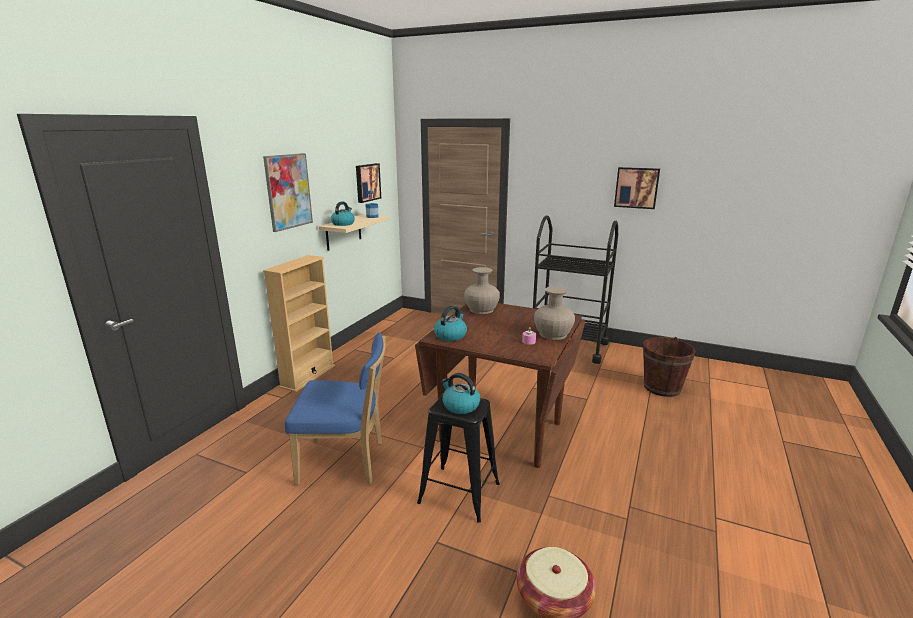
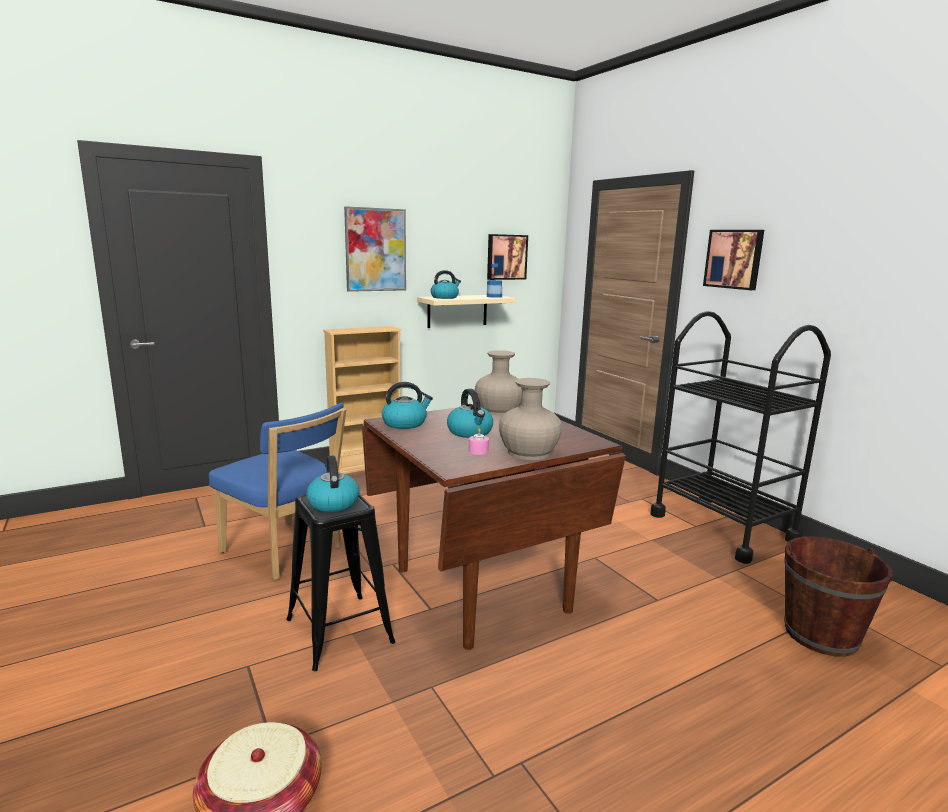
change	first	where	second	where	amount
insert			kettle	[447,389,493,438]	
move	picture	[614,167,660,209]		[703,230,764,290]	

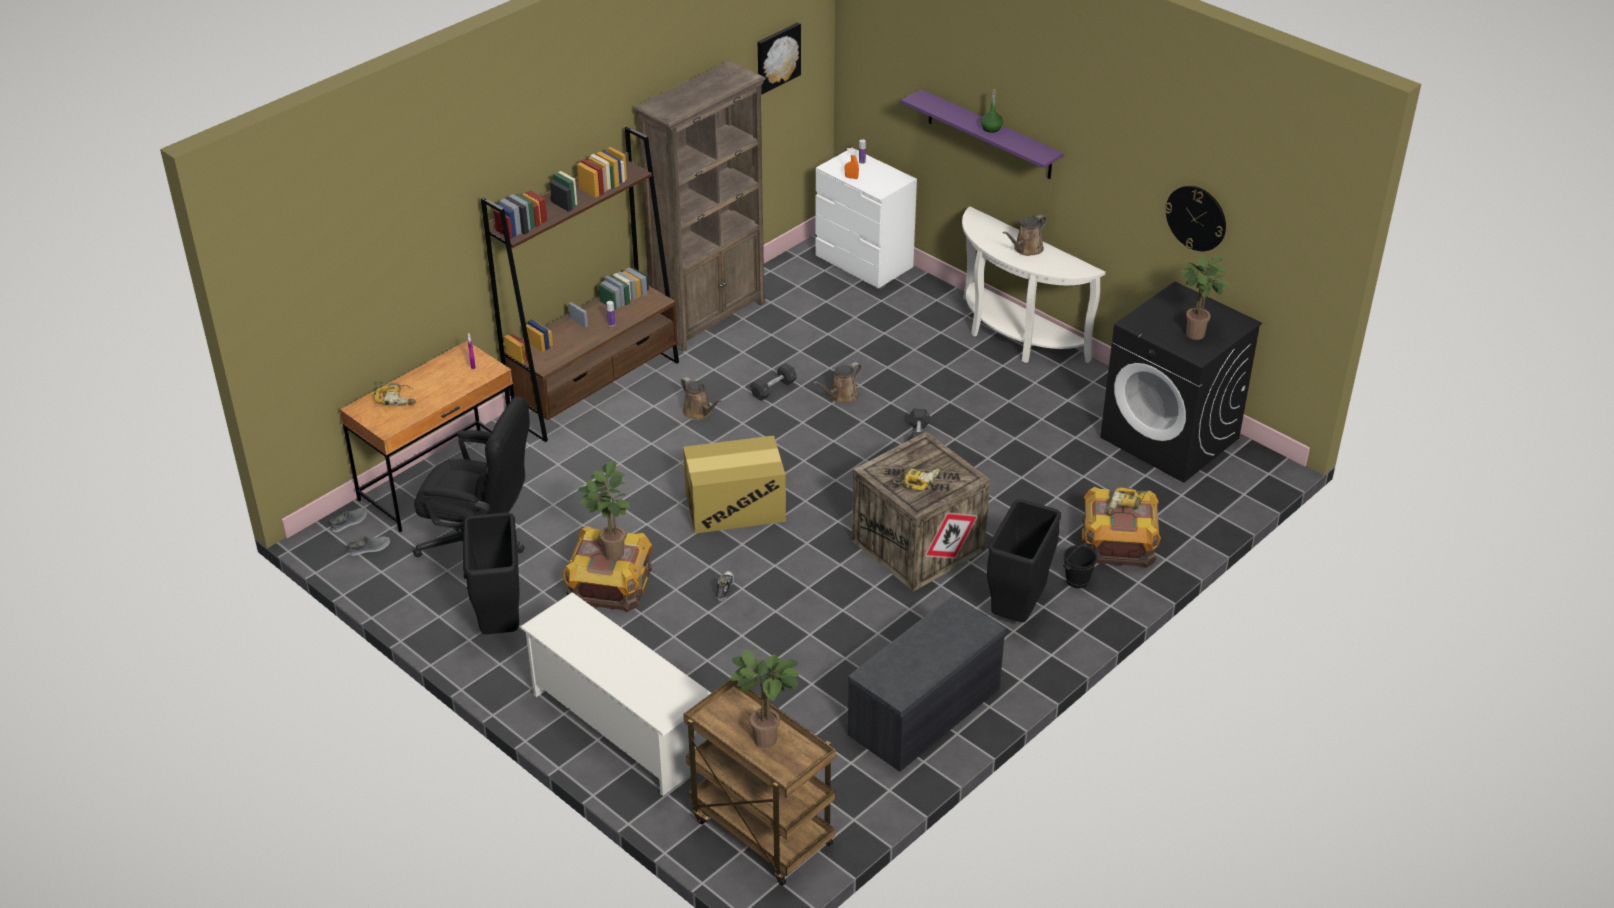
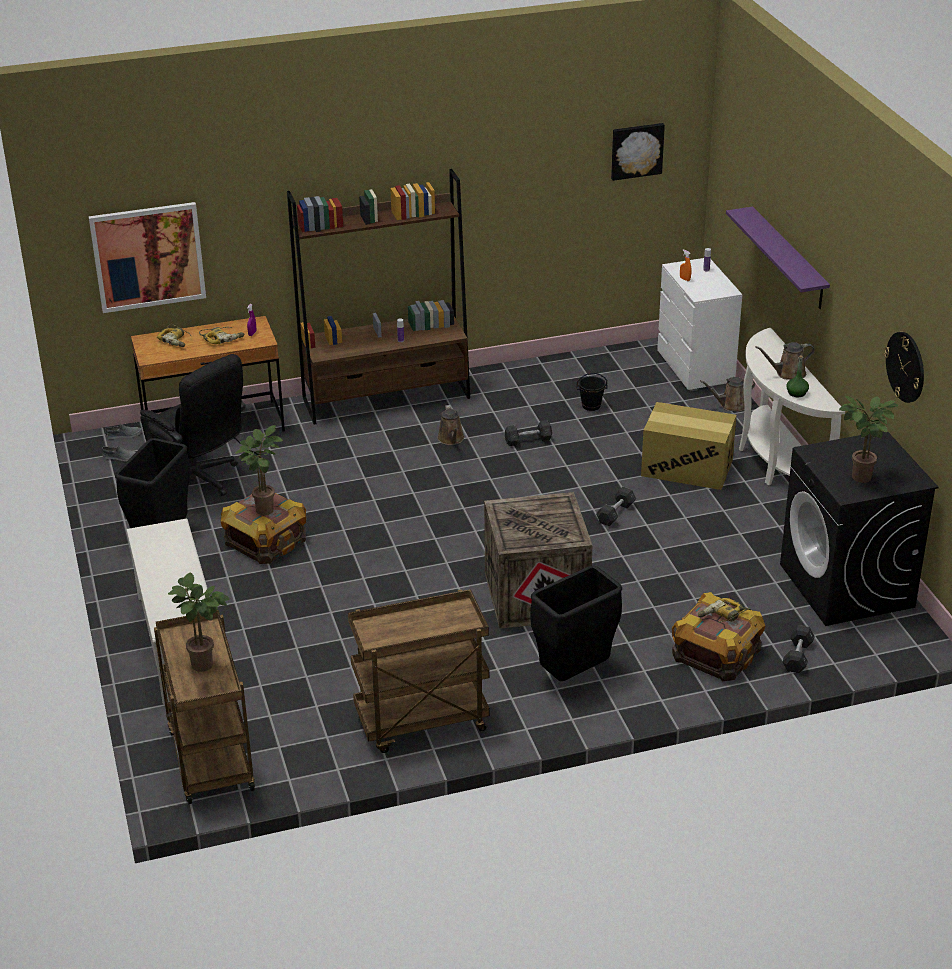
change	first	where	second	where	amount
delete	bookcase/brown	[634,61,766,352]			
delete	shoe	[716,571,734,601]			
insert			picture	[88,202,206,313]	
insert			dumbbell/grey	[783,625,815,673]	
move	cardboard box	[683,435,786,534]		[641,402,737,490]	
move	watering can/brown	[813,362,862,404]		[700,377,755,412]	
move	power drill	[893,462,943,491]		[199,327,245,344]	
move	bottle/green	[981,89,1003,133]		[786,355,809,397]	
move	bucket/black	[1063,543,1097,588]		[576,373,607,411]	
replace	bench/grey	[848,596,1005,772]	cart/brown	[348,589,489,753]	

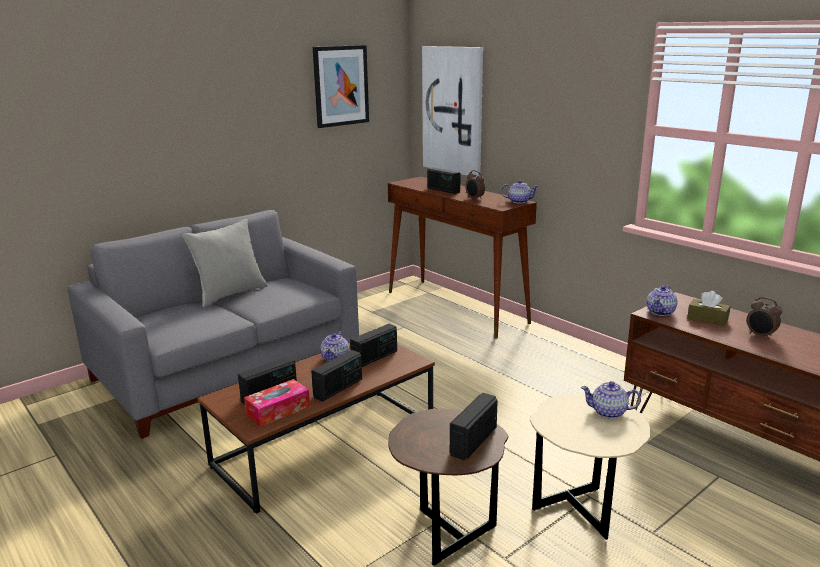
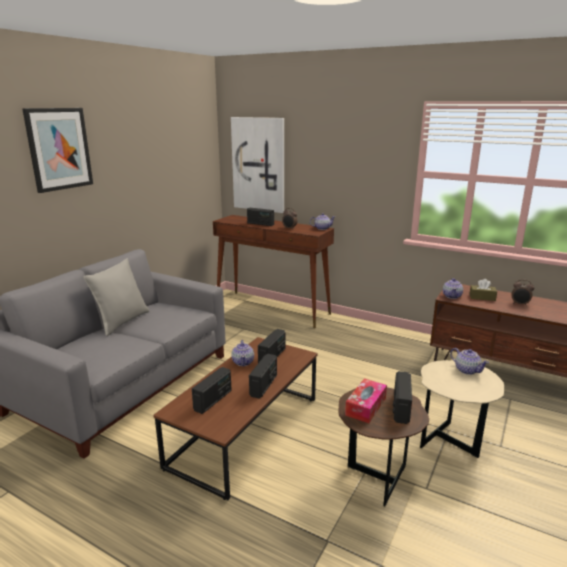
change	first	where	second	where	amount
move	tissue box	[244,379,310,427]		[345,379,387,423]	
move	picture	[313,45,369,128]		[22,108,93,193]	
rotate	teapot	[581,381,641,419]		[450,348,489,375]	120 degrees counterclockwise

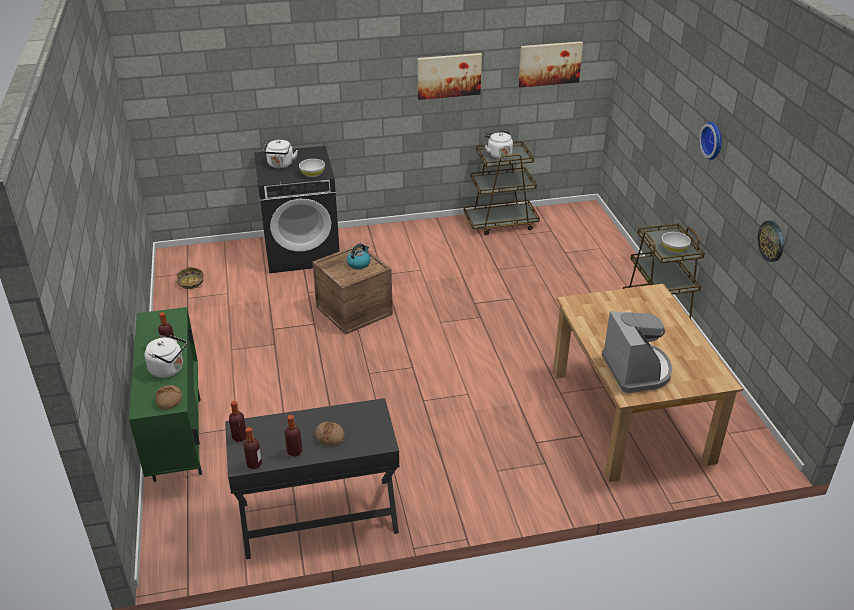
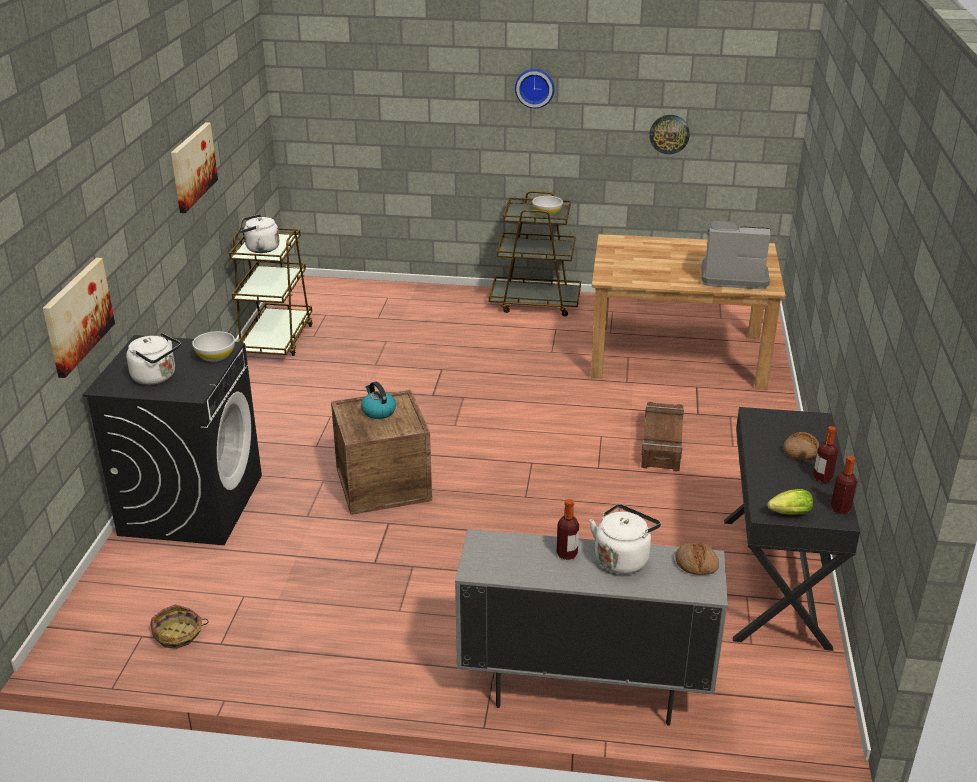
change	first	where	second	where	amount
insert			crate	[641,402,684,472]	
move	picture	[519,41,583,87]		[43,258,115,378]	
replace	bottle	[229,401,247,442]	lettuce	[767,489,813,515]	
recolor	cabinet/green	[129,307,202,482]	cabinet/grey	[455,529,728,726]	

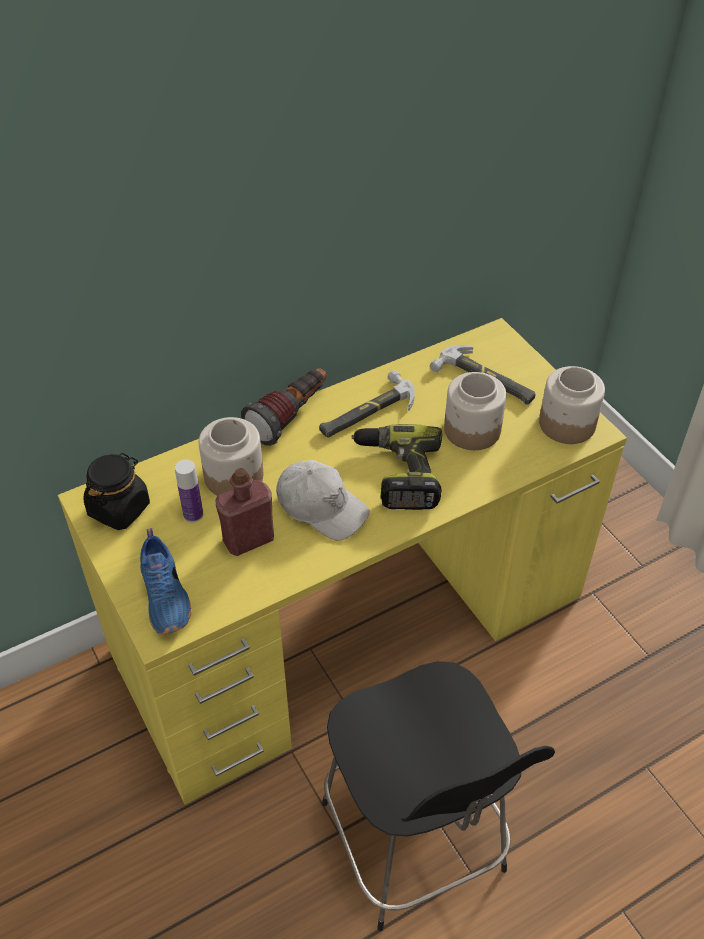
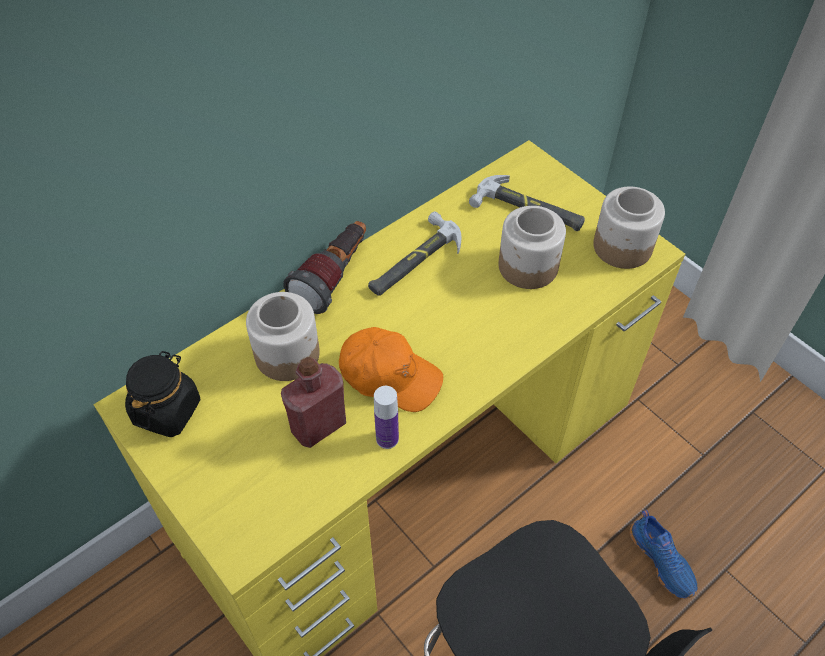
change	first	where	second	where	amount
delete	power drill	[351,424,442,510]			
move	shoe/blue	[140,528,191,635]		[630,510,697,599]	
move	bottle	[175,459,203,522]		[374,386,399,449]	
recolor	cap/white	[276,460,370,540]	cap/orange	[339,327,443,412]	

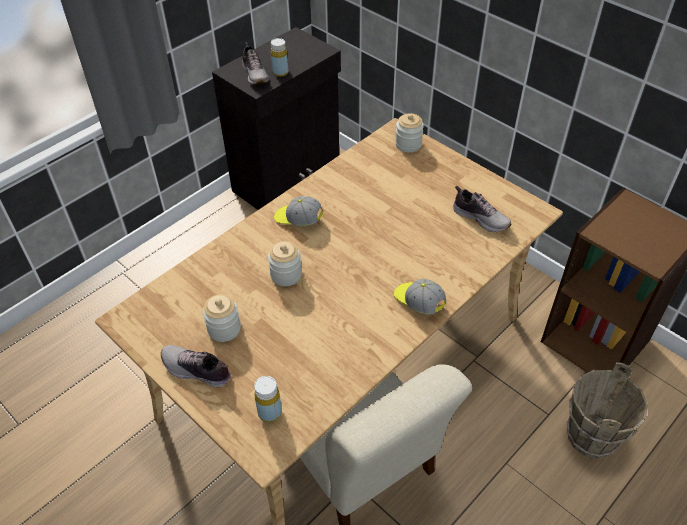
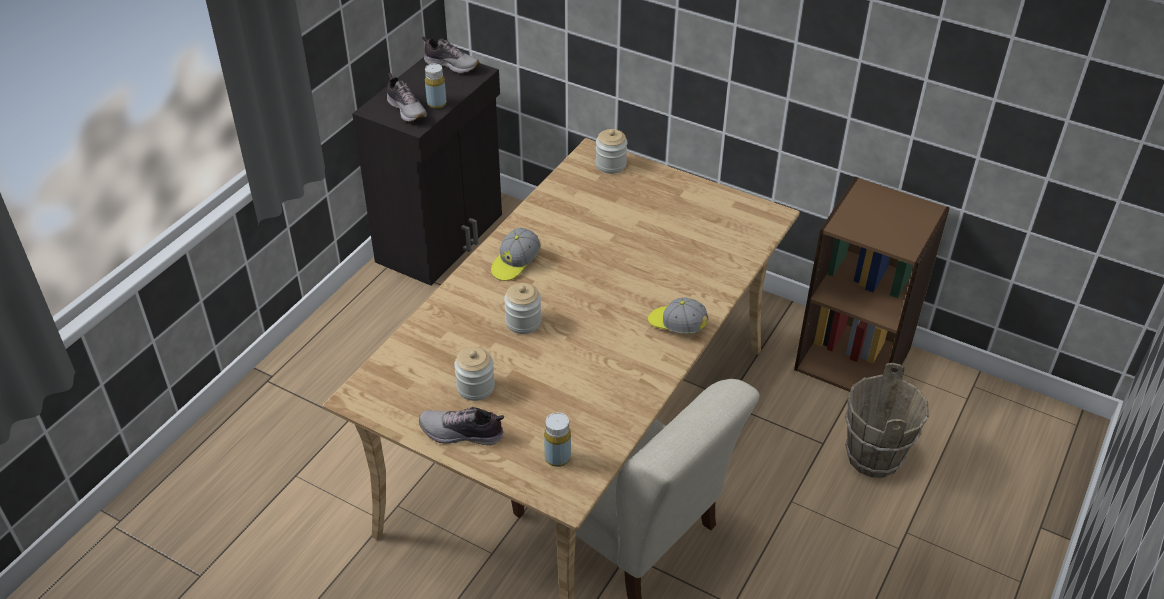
change	first	where	second	where	amount
move	shoe	[453,186,511,232]		[422,36,480,73]	
rotate	cap	[274,196,323,226]		[491,228,541,281]	60 degrees counterclockwise

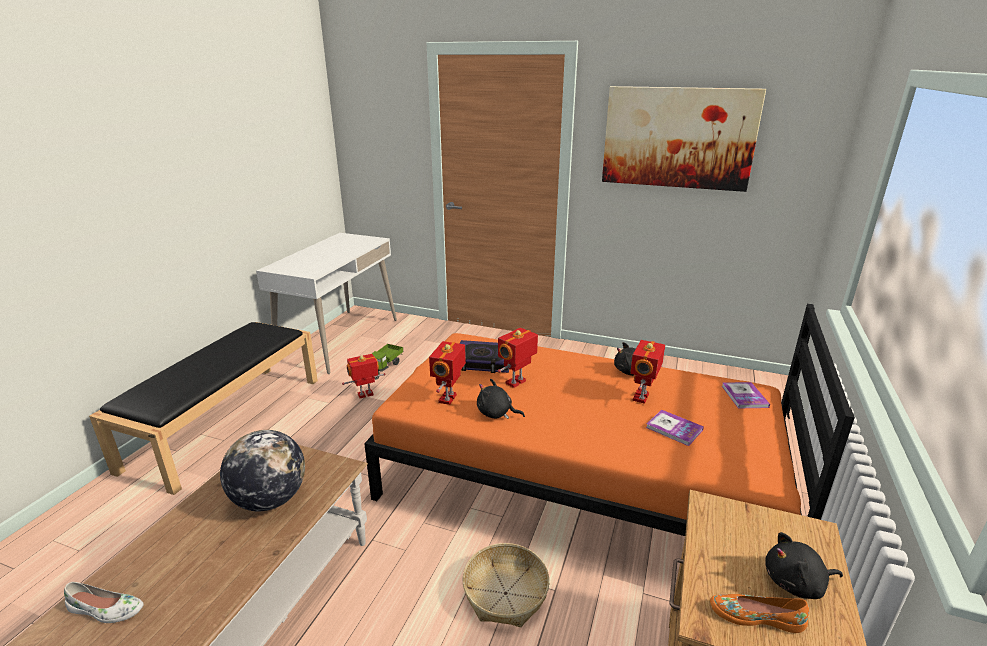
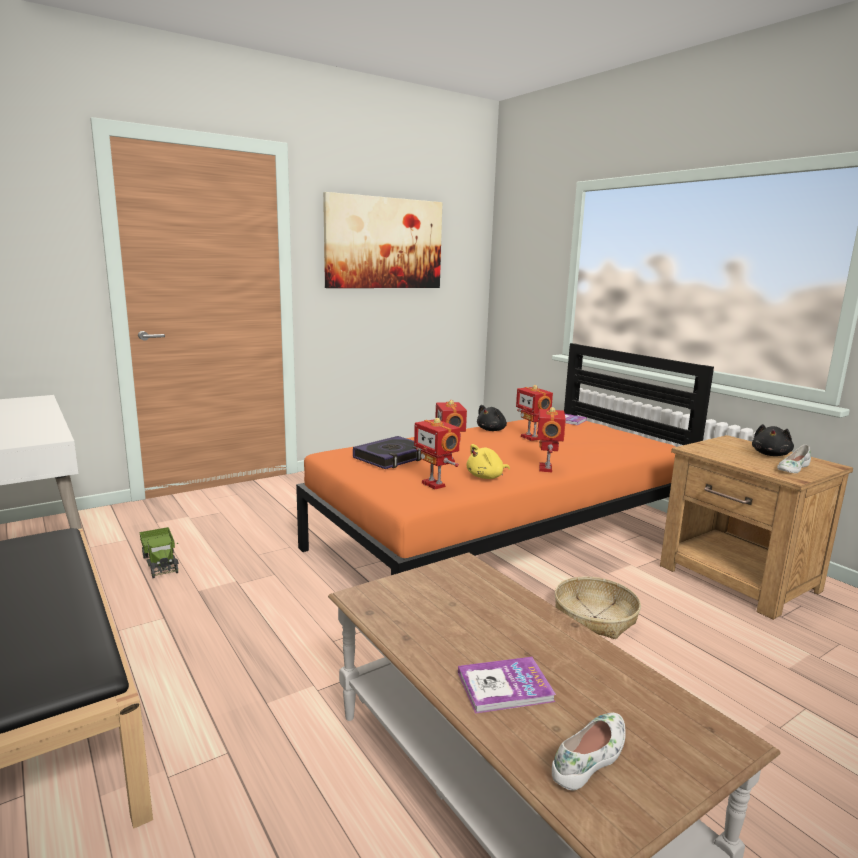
change	first	where	second	where	amount
delete	globe	[220,430,305,511]			
move	toy robot	[342,354,386,398]		[537,407,566,472]	
move	book	[646,410,704,446]		[458,657,556,714]	
recolor	plush toy/black	[477,379,525,419]	plush toy/yellow	[467,444,510,479]	
recolor	shoe/orange	[710,594,809,633]	shoe/white	[777,445,811,473]	

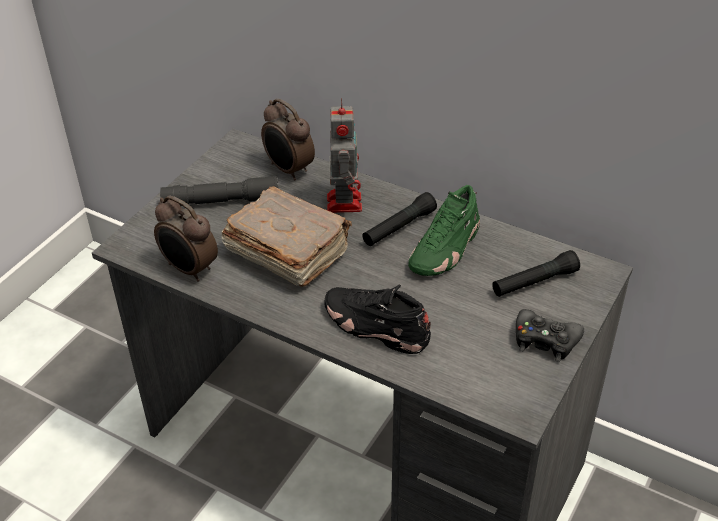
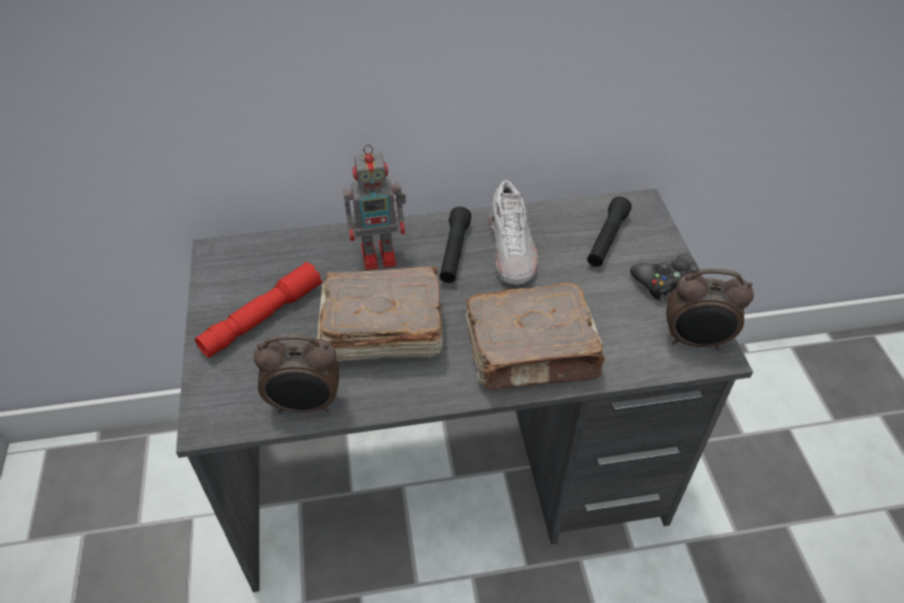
change	first	where	second	where	amount
move	alarm clock	[261,99,315,180]		[666,268,754,350]	
replace	shoe/black	[324,284,431,354]	book/brown	[465,282,606,390]	
recolor	flashlight/grey	[160,176,278,206]	flashlight/red	[195,262,322,358]	
recolor	shoe/green	[408,185,480,276]	shoe/white	[489,180,538,285]	
rotate	toy robot	[327,98,362,213]		[343,144,406,270]	120 degrees clockwise

